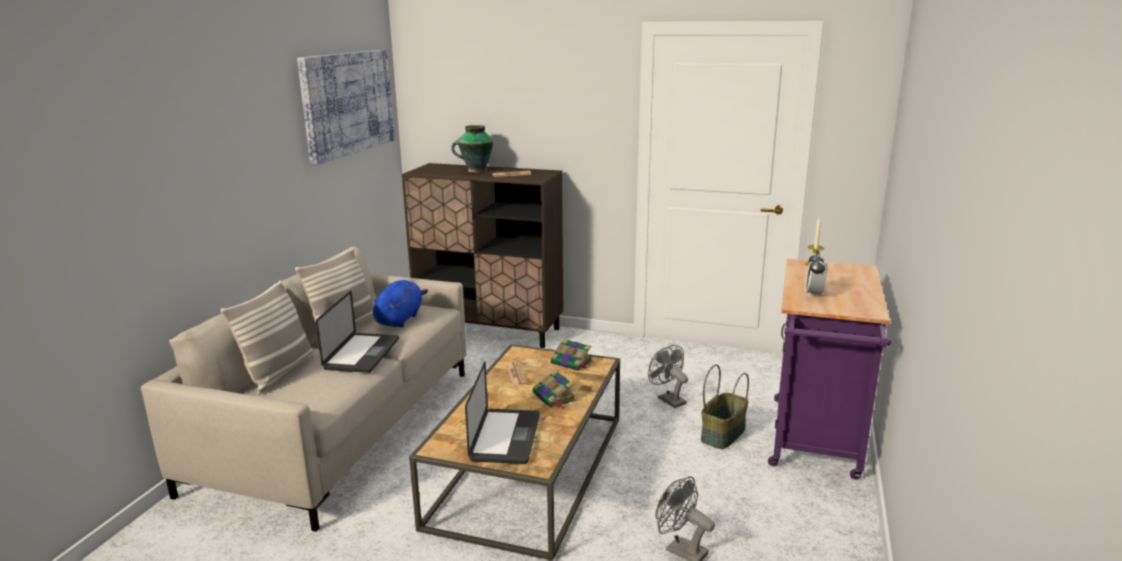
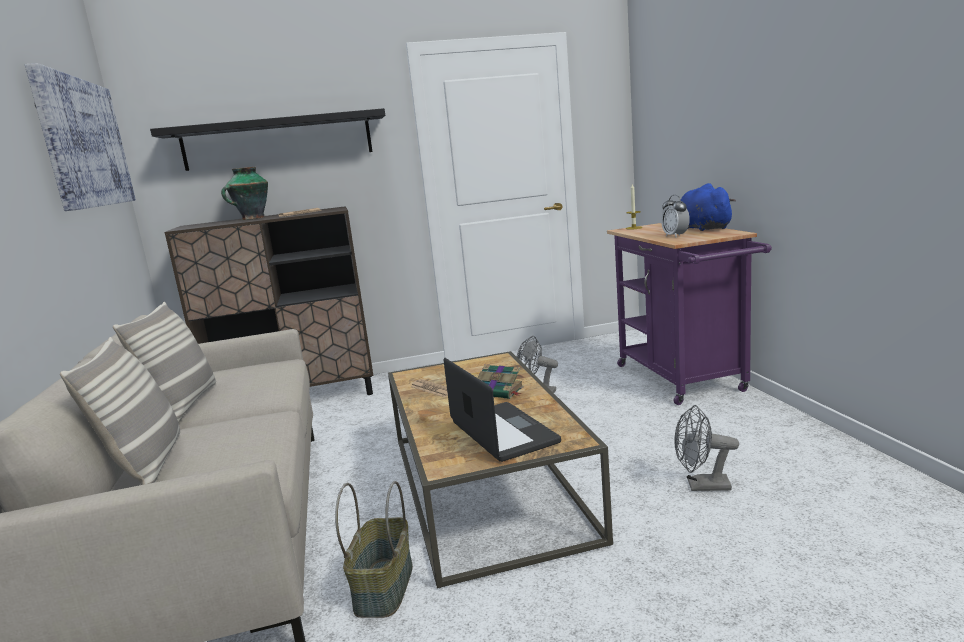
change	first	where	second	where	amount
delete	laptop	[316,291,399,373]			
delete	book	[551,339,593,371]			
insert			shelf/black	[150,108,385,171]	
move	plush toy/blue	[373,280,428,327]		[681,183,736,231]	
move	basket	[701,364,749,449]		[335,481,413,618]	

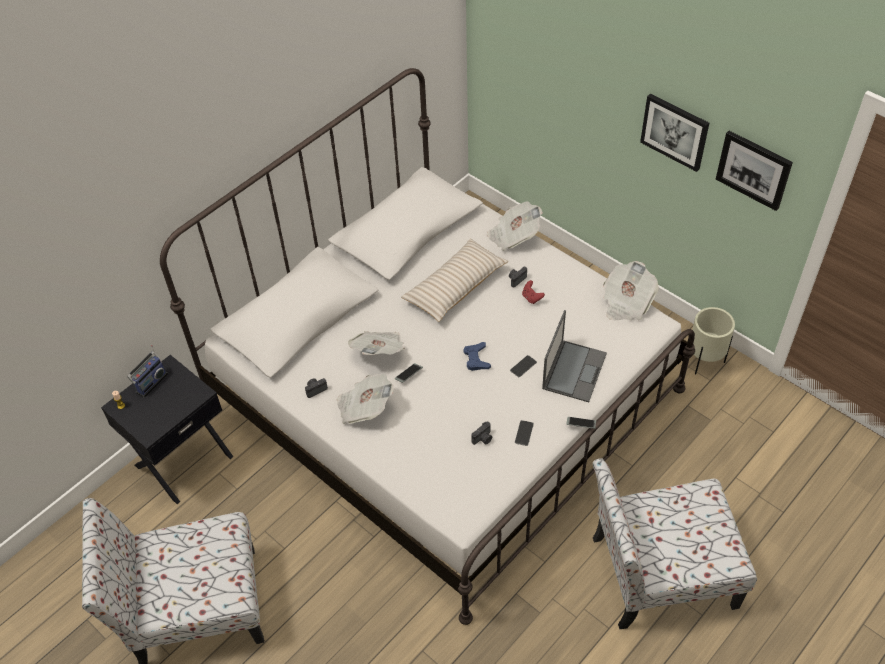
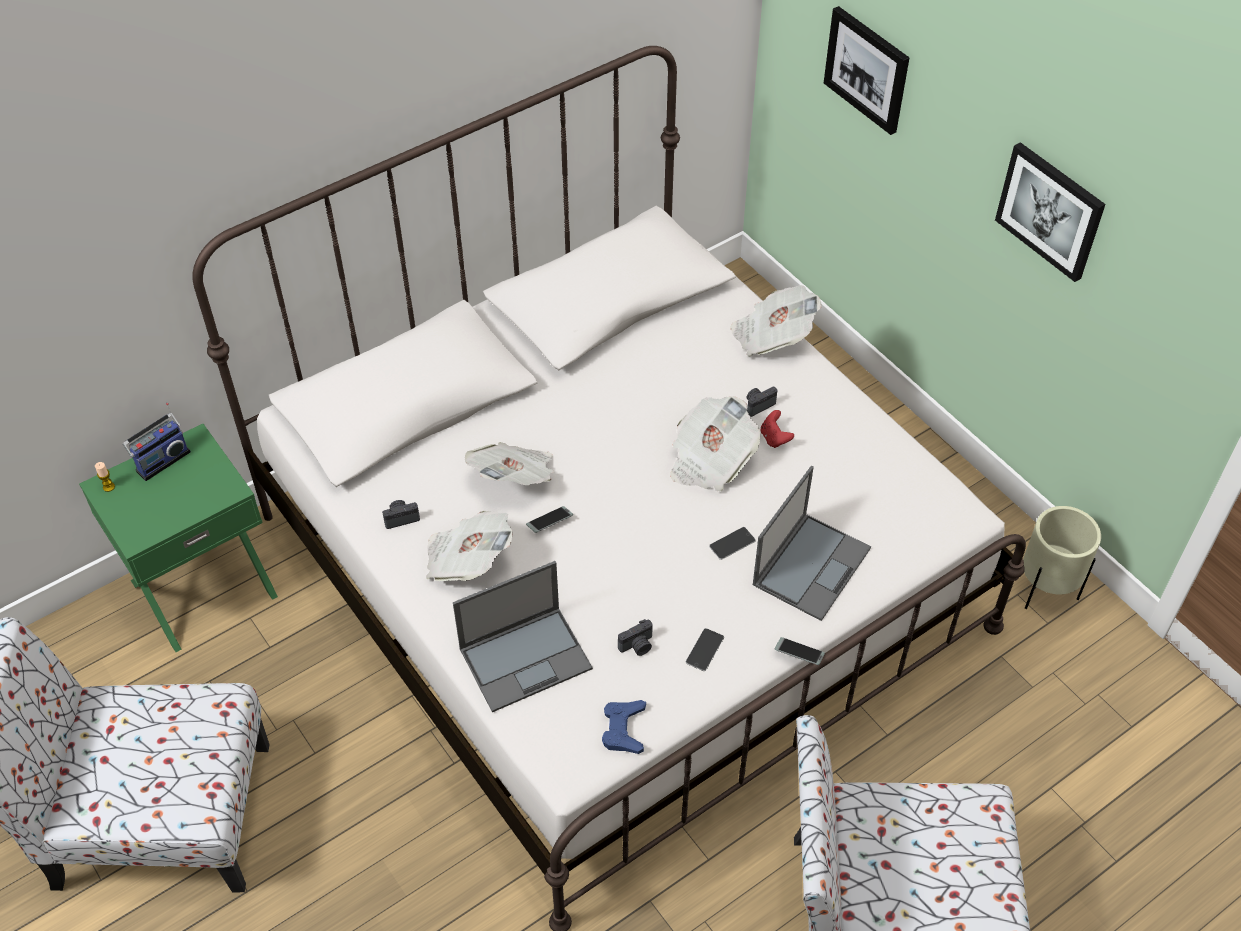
change	first	where	second	where	amount
delete	pillow/beige	[401,239,508,322]			
insert			laptop	[453,561,593,712]	
move	game controller/blue	[463,342,491,371]		[602,700,646,754]	
move	newspaper	[603,261,659,320]		[670,396,760,491]	
move	picture	[716,131,793,211]		[824,6,909,135]	
recolor	nightstand/black	[101,355,233,504]	nightstand/green	[79,424,278,652]	

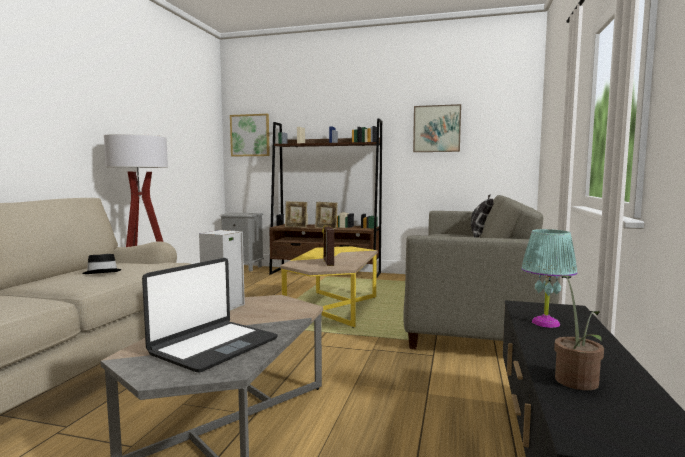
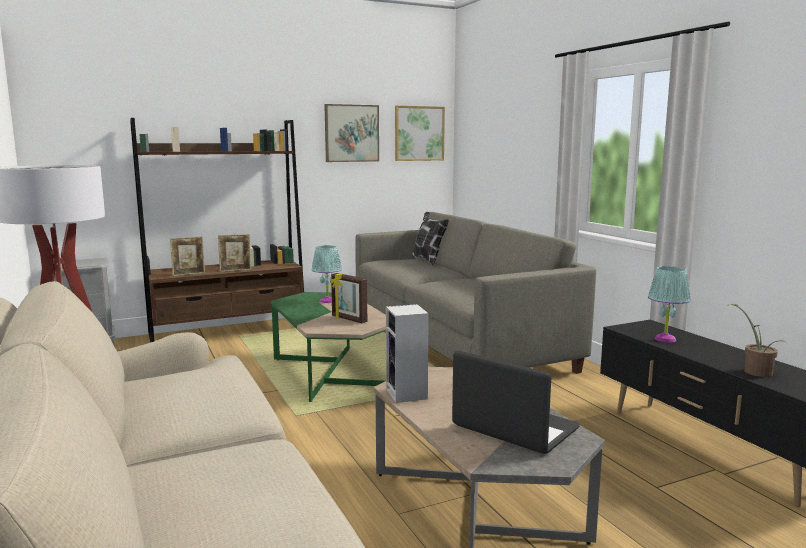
change	first	where	second	where	amount
delete	hat/black	[82,254,122,274]			
insert			table lamp/turquoise	[312,245,342,303]	
move	picture	[230,114,270,156]		[395,106,445,161]	
recolor	coffee table/yellow	[280,246,378,328]	coffee table/green	[271,292,386,402]	
rotate	laptop	[142,258,278,372]		[452,351,580,454]	45 degrees counterclockwise

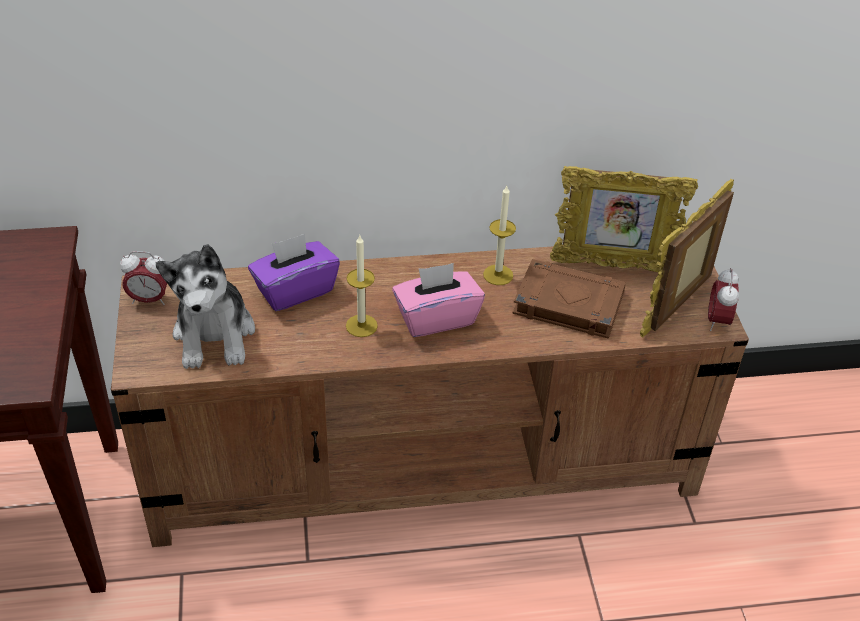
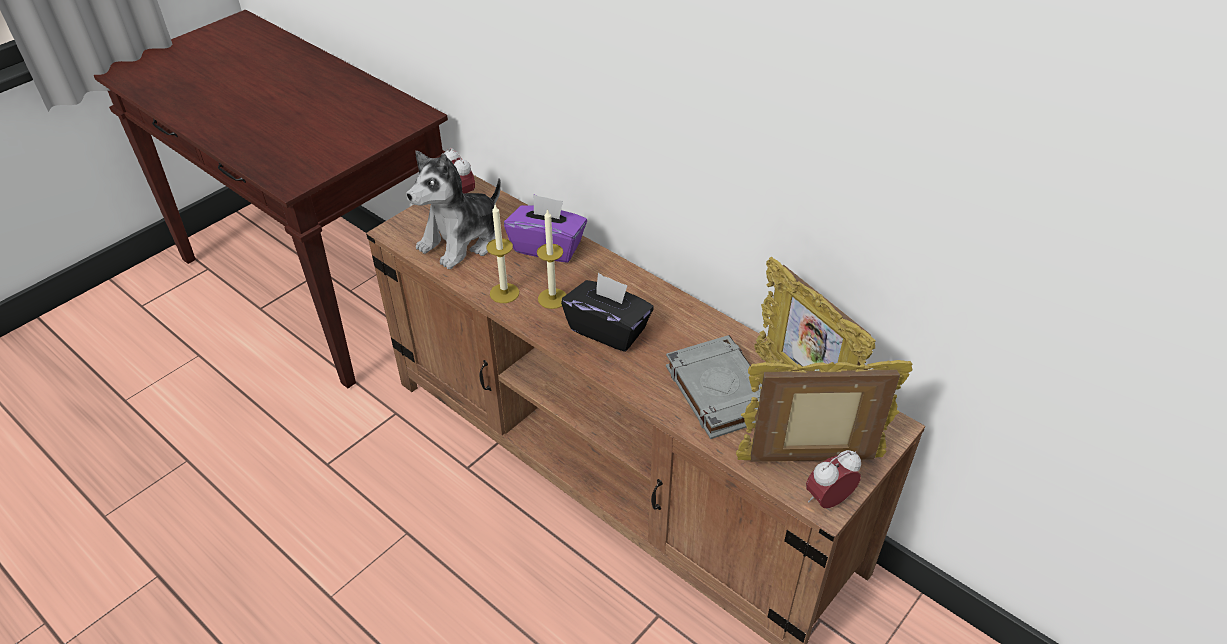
change	first	where	second	where	amount
move	candle	[483,186,516,285]		[486,205,519,303]	
recolor	tissue box/pink	[392,263,485,337]	tissue box/black	[561,272,654,352]	
recolor	book/brown	[512,259,626,339]	book/grey	[666,335,762,439]	

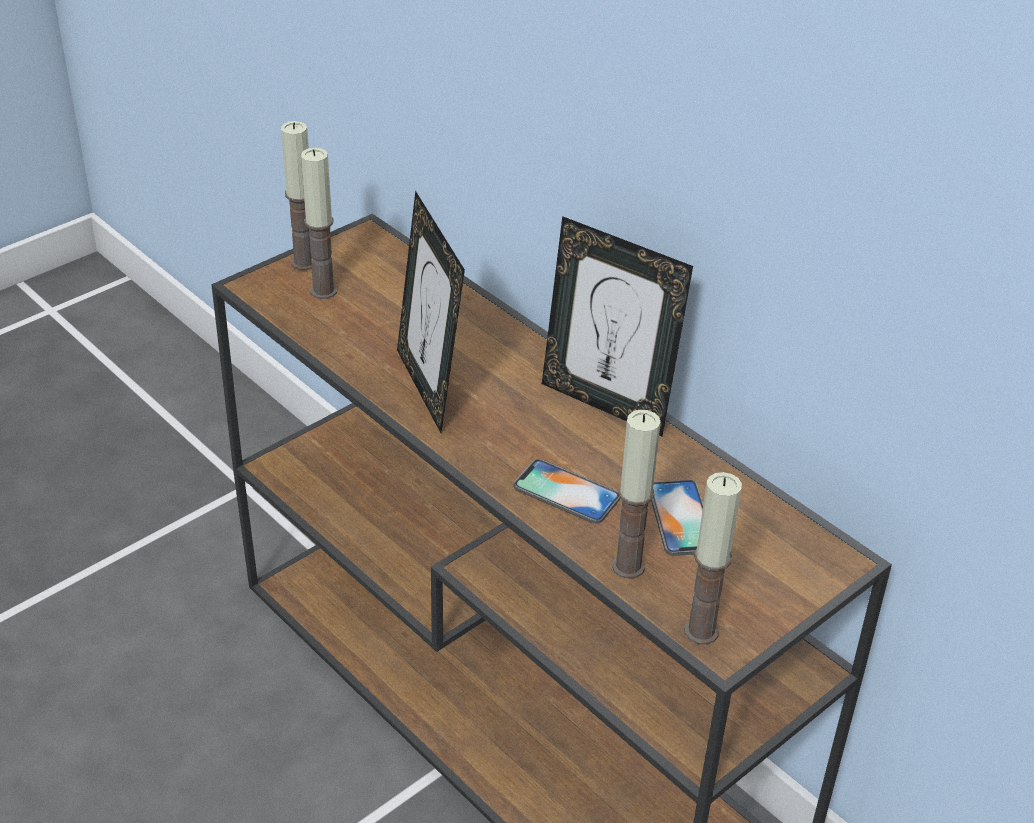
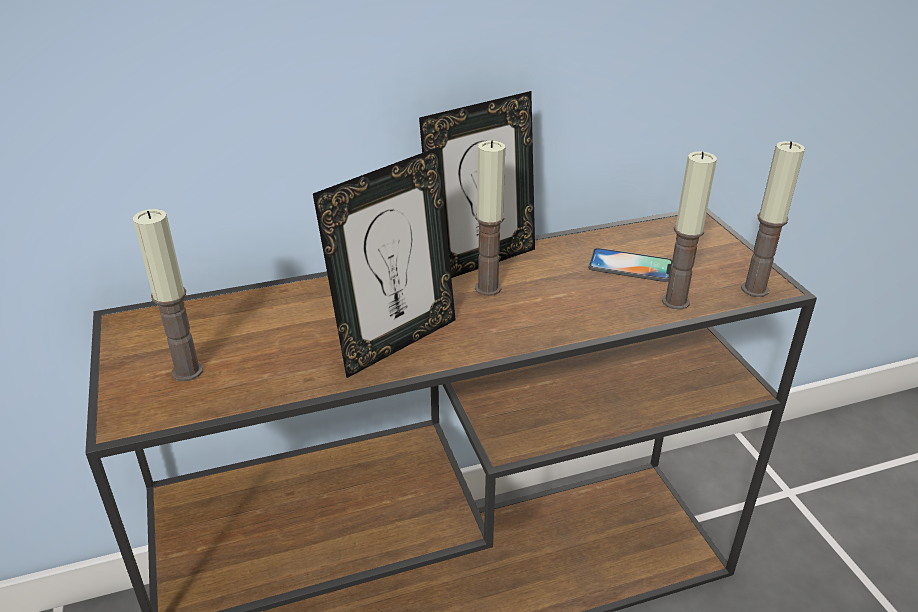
change	first	where	second	where	amount
delete	phone	[514,459,620,524]			
move	candle	[281,121,312,270]		[475,140,505,296]	
rotate	picture frame	[397,191,465,433]		[313,147,456,378]	45 degrees counterclockwise

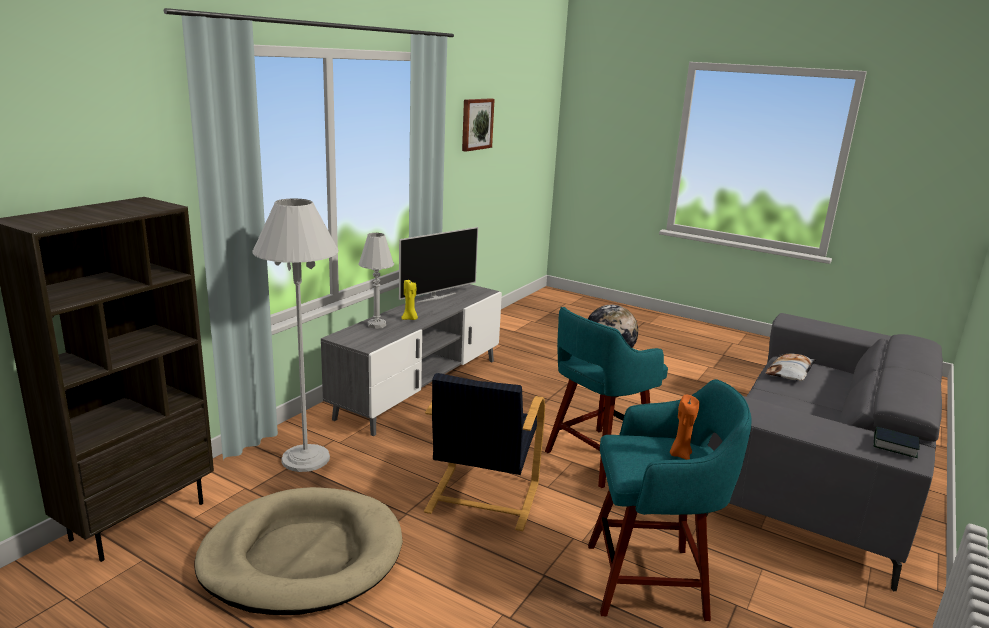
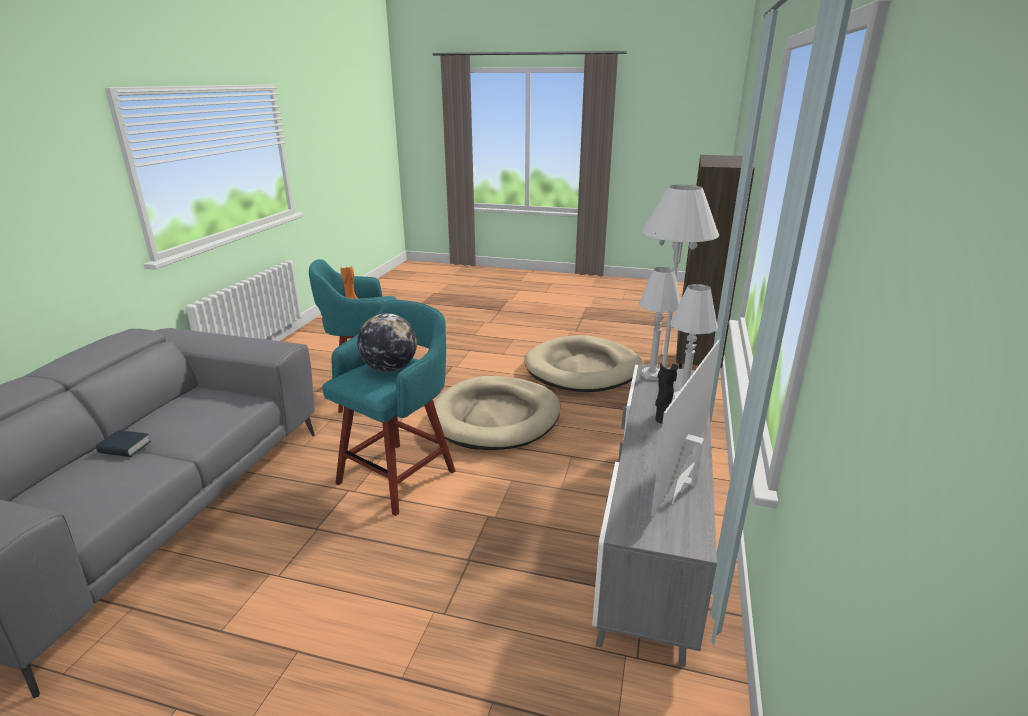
change	first	where	second	where	amount
delete	picture	[462,98,495,152]			
delete	pillow	[765,353,816,381]			
insert			table lamp/white	[638,267,681,381]	
move	book	[874,426,920,458]		[96,430,151,457]	
replace	candle/yellow	[401,280,418,320]	vase/black	[655,363,678,424]	
replace	armchair/black	[424,373,545,531]	dog bed/beige	[428,376,560,450]	

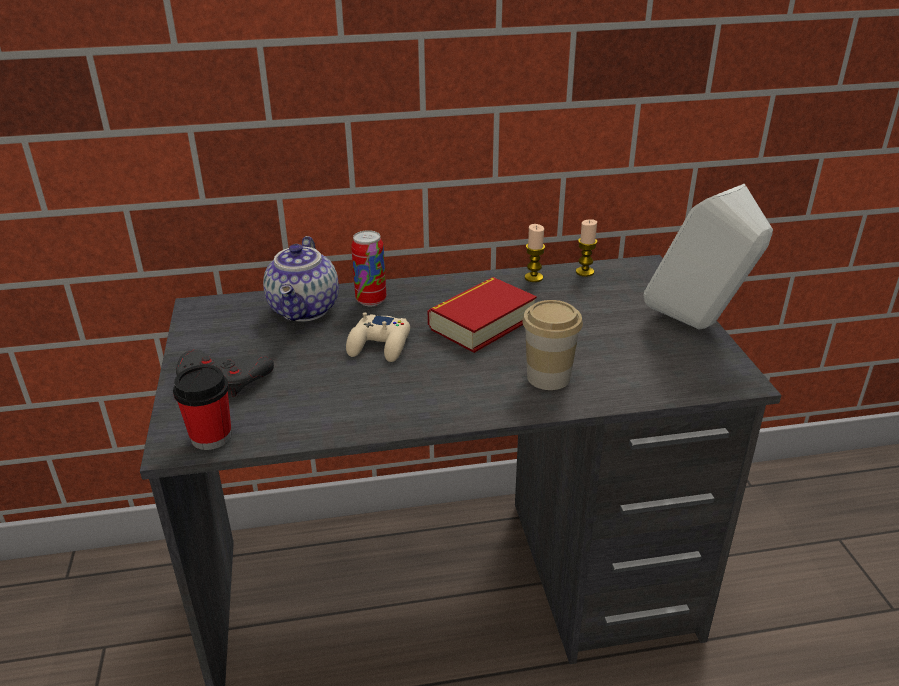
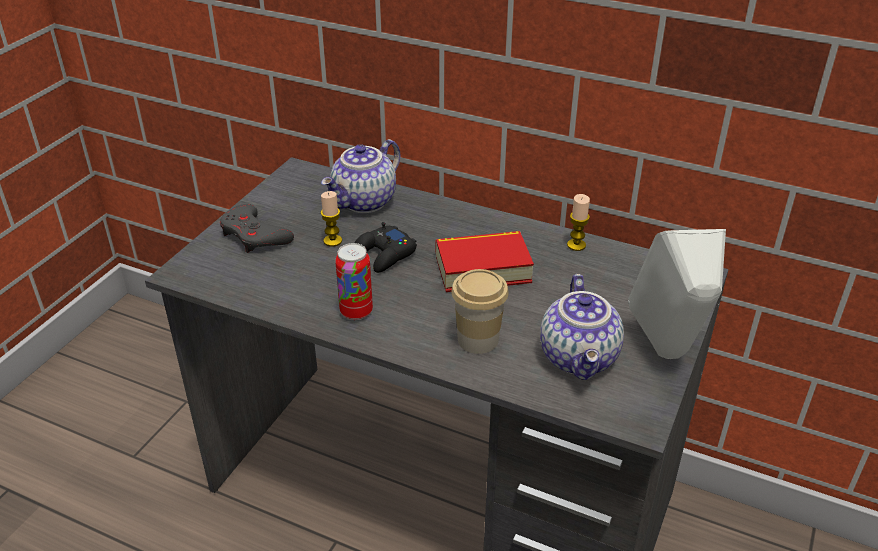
change	first	where	second	where	amount
delete	cup	[173,365,231,450]			
insert			teapot	[540,274,624,380]	
move	can	[351,230,386,306]		[335,243,373,320]	
move	candle	[576,219,597,277]		[321,191,342,247]	
recolor	game controller/beige	[346,312,410,362]	game controller/black	[354,222,417,273]	

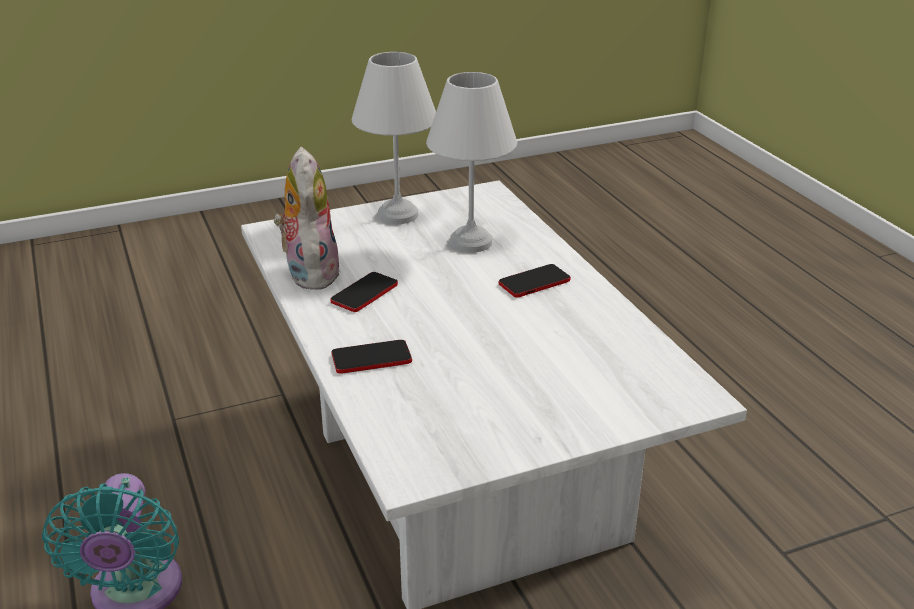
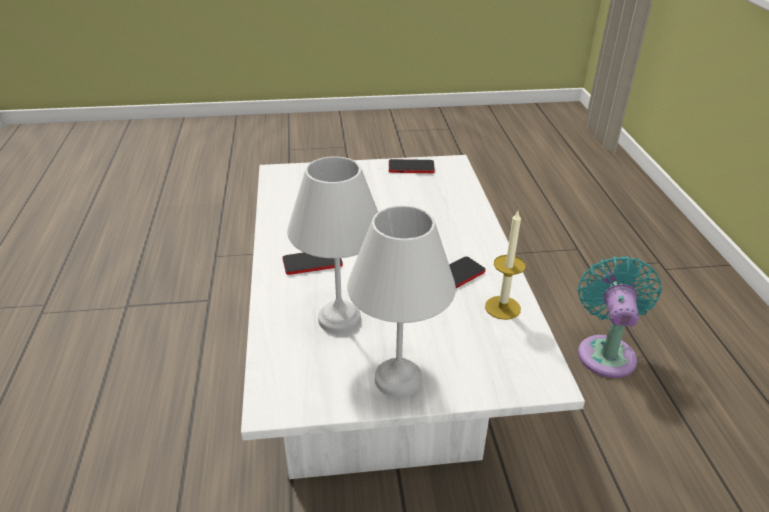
change	first	where	second	where	amount
move	phone	[331,340,412,374]		[389,159,435,173]	
replace	plush toy	[273,147,341,290]	candle	[485,211,526,320]	

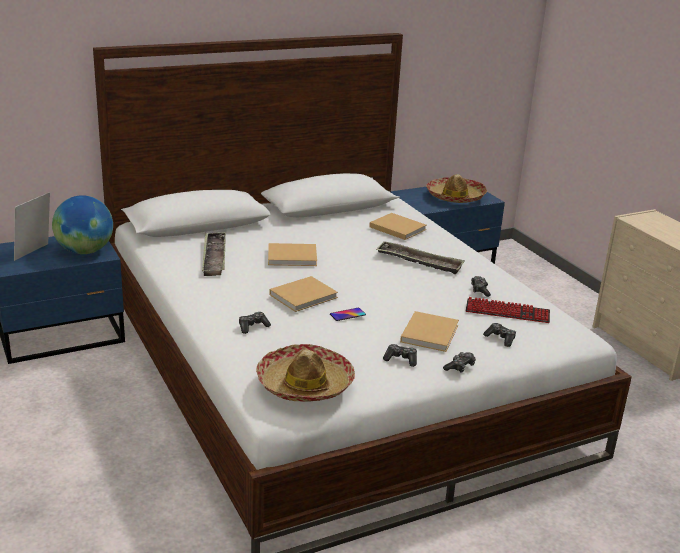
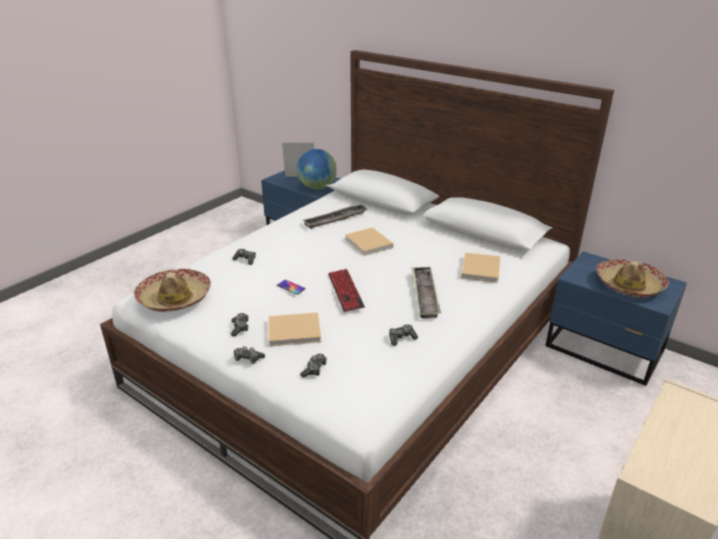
change	first	where	second	where	amount
delete	book/beige	[269,276,338,312]			
move	keyboard	[466,297,550,323]		[328,269,365,312]	

